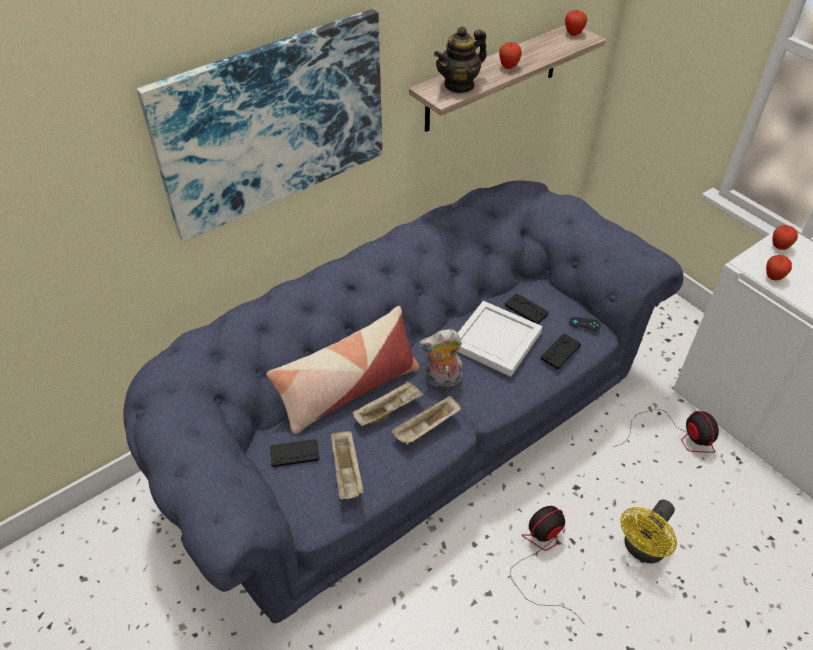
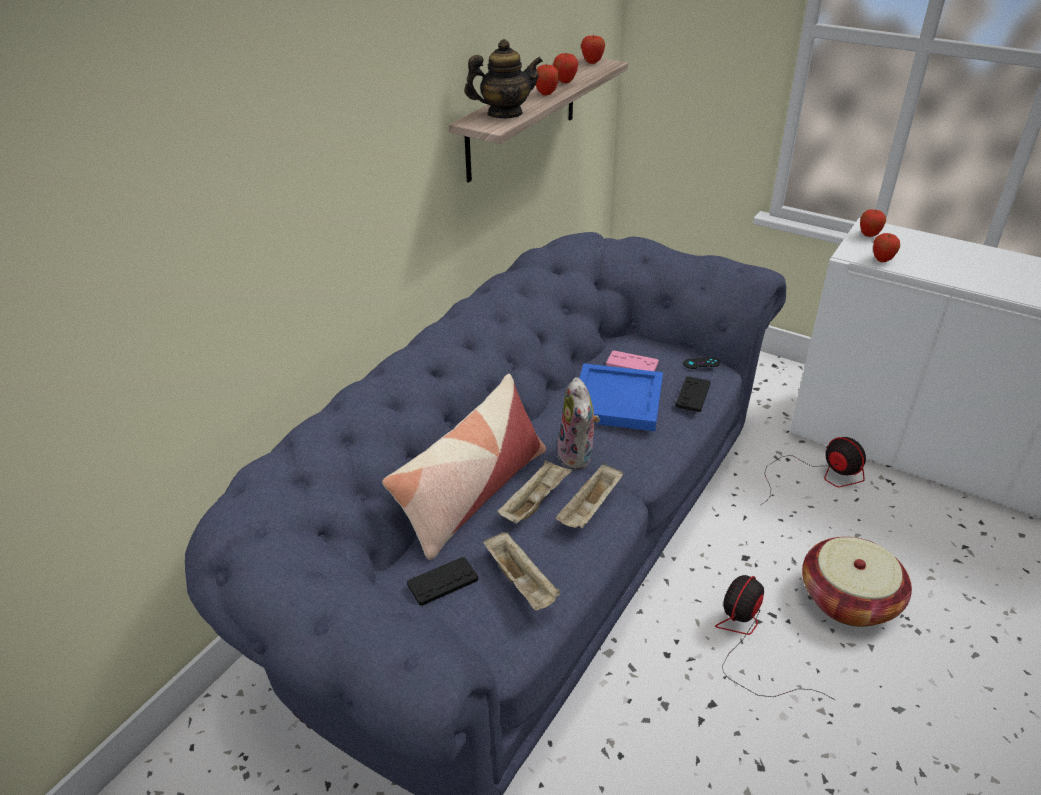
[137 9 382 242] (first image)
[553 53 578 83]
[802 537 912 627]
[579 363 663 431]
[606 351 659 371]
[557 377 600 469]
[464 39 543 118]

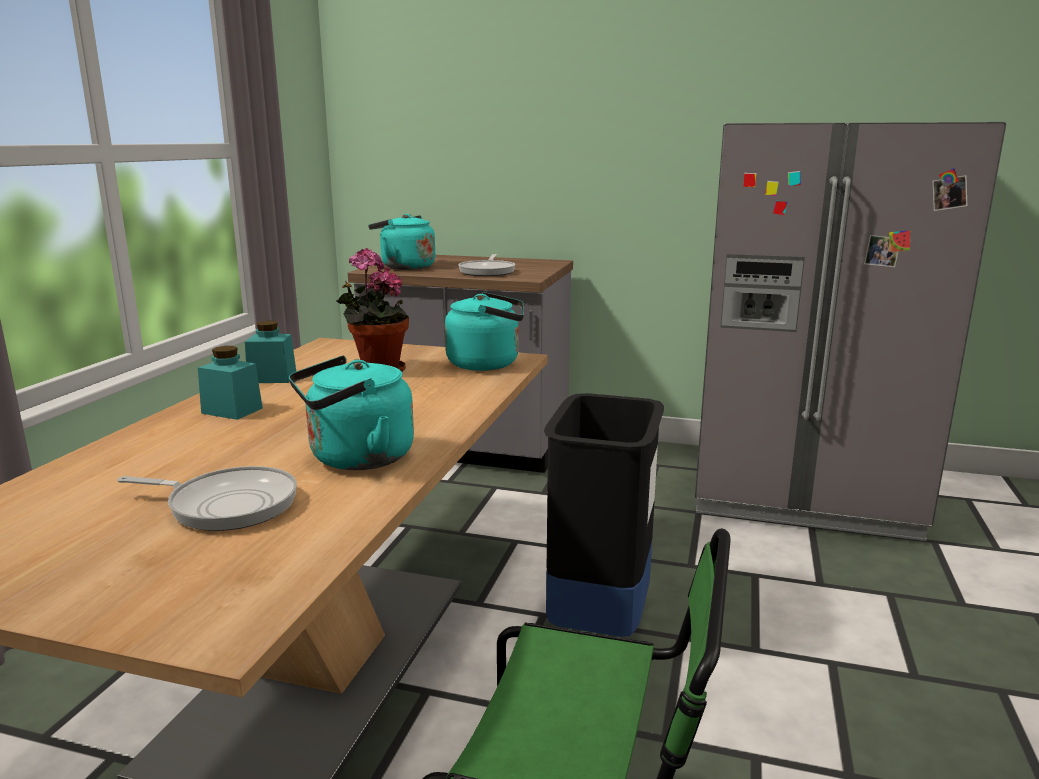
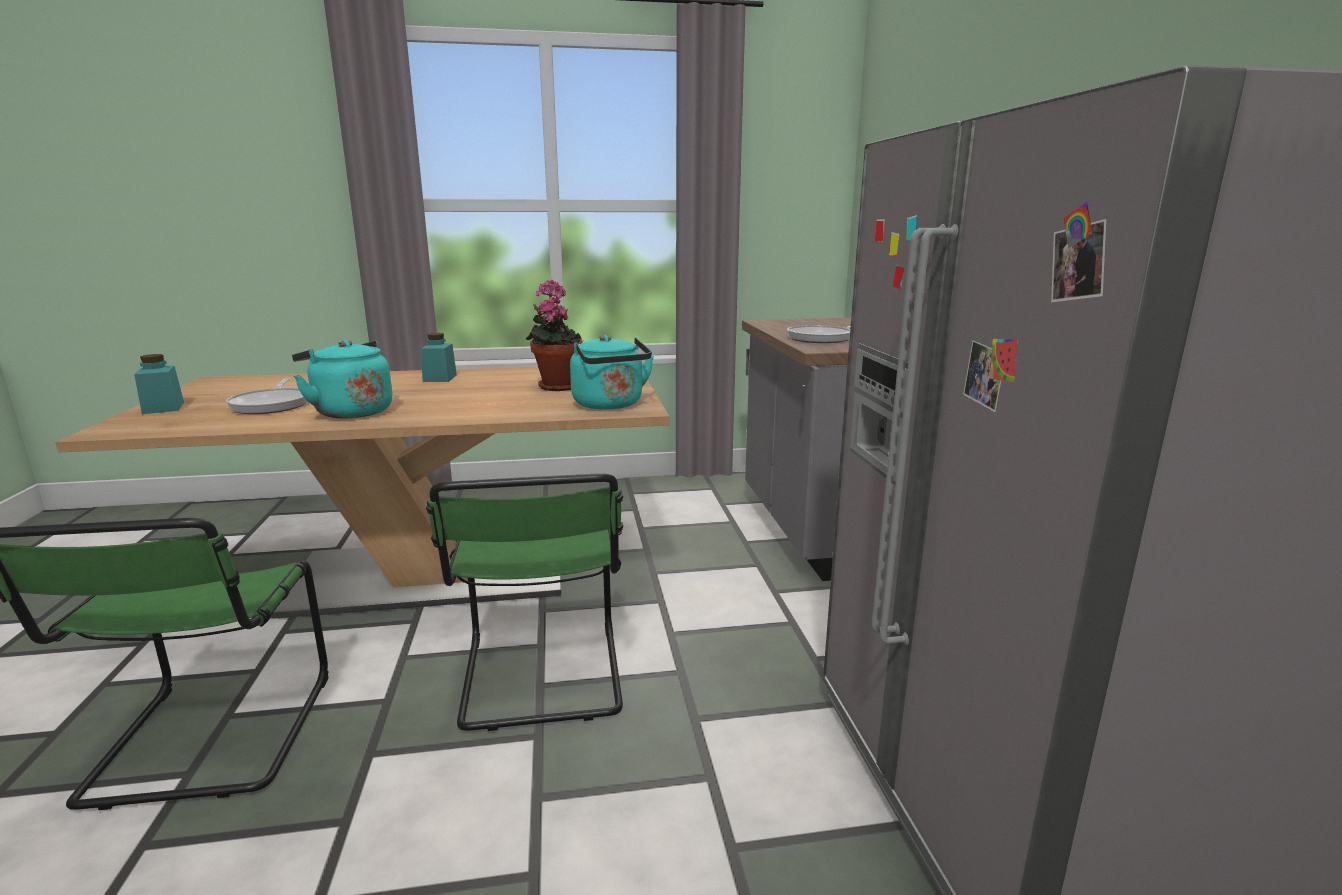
[368 214 435 270] (first image)
[134 354 184 414]
[426 473 623 731]

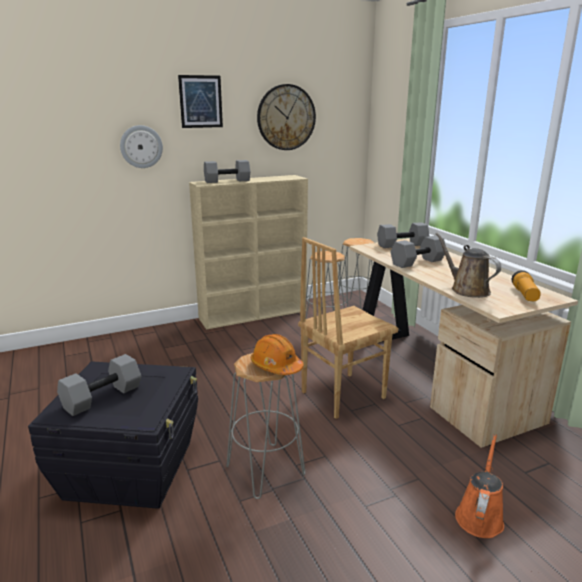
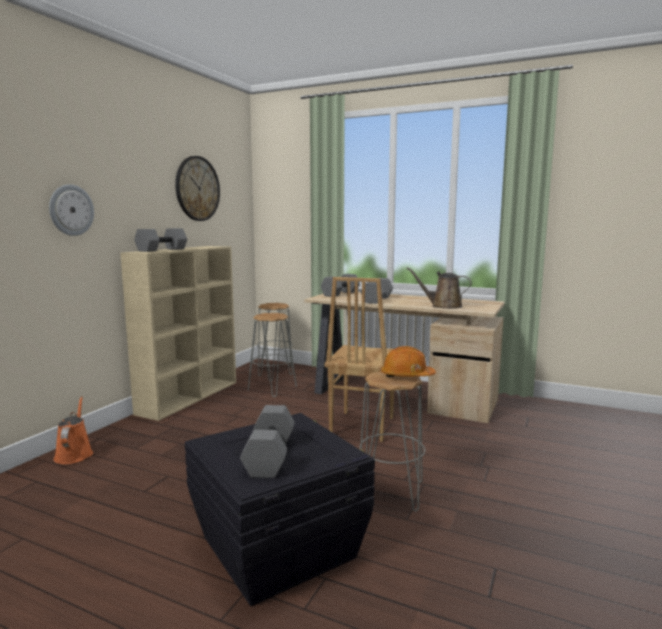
[178 75 223 128] (first image)
[512 270 541 301] (first image)
[54 396 93 464]

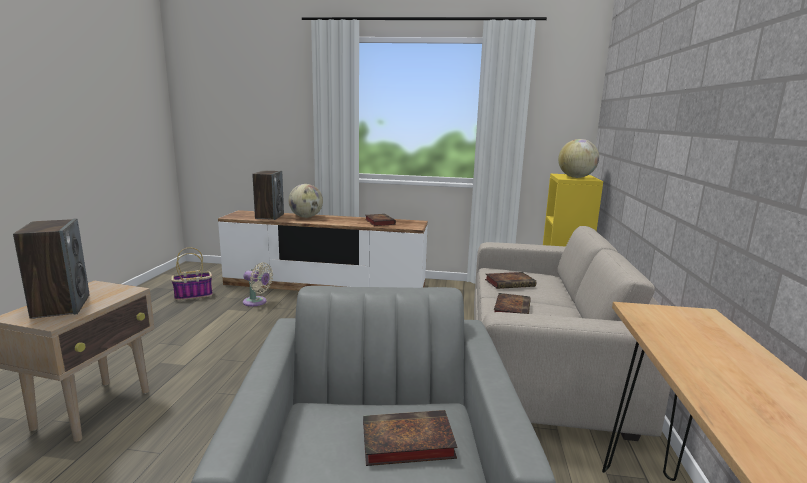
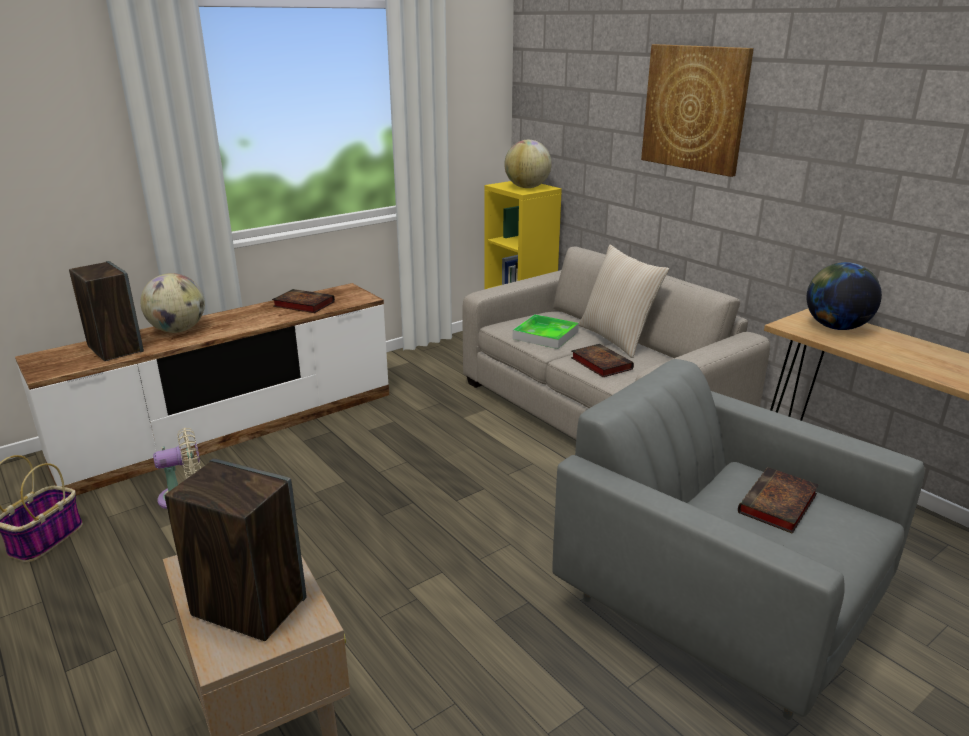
[579 245 669 358]
[641 44 754 177]
[806 262 882 330]
[513 314 579 349]

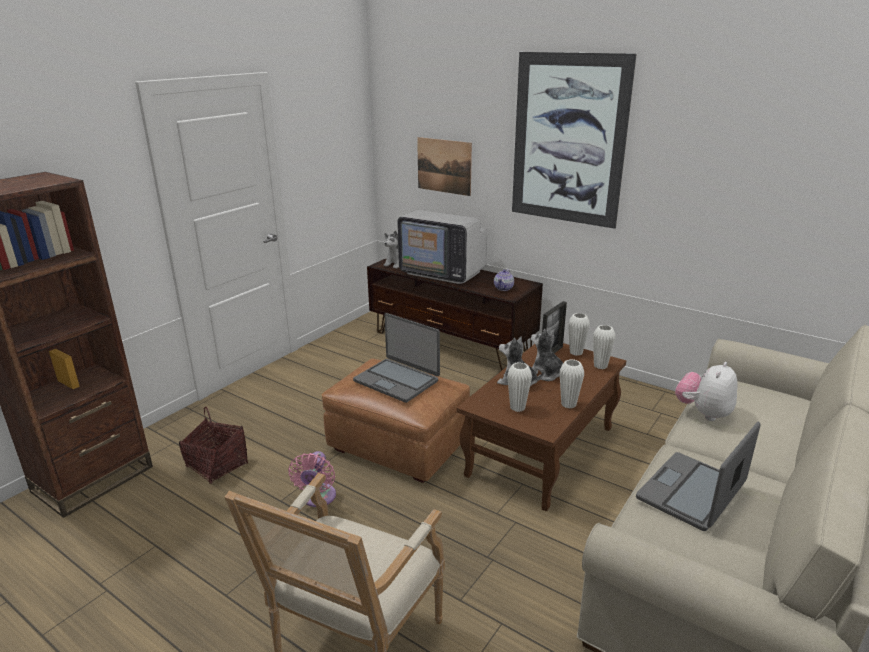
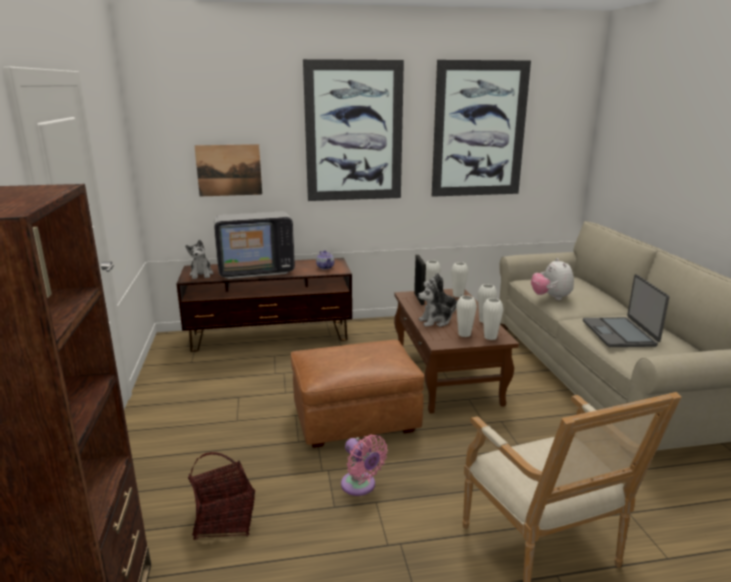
[353 313 440 403] (first image)
[432 60 531 197]
[482 298 504 340]

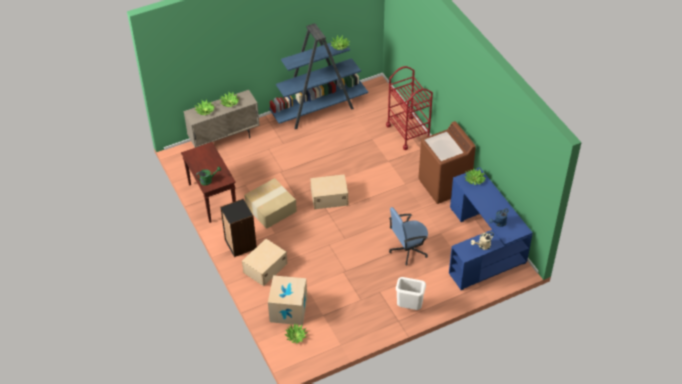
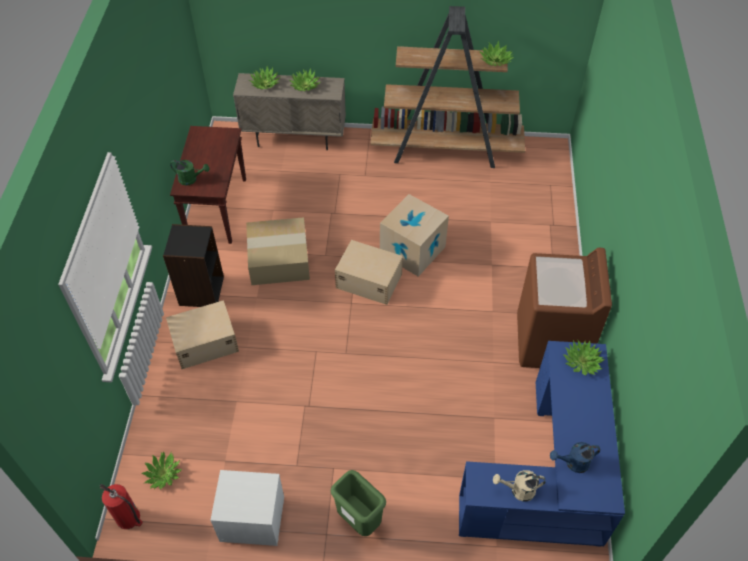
[386 66 433 150] (first image)
[389 207 428 266] (first image)
[99 484 143 529]
[210 470 284 546]
[380 194 449 277]
[370 6 525 168]
[331 470 386 536]

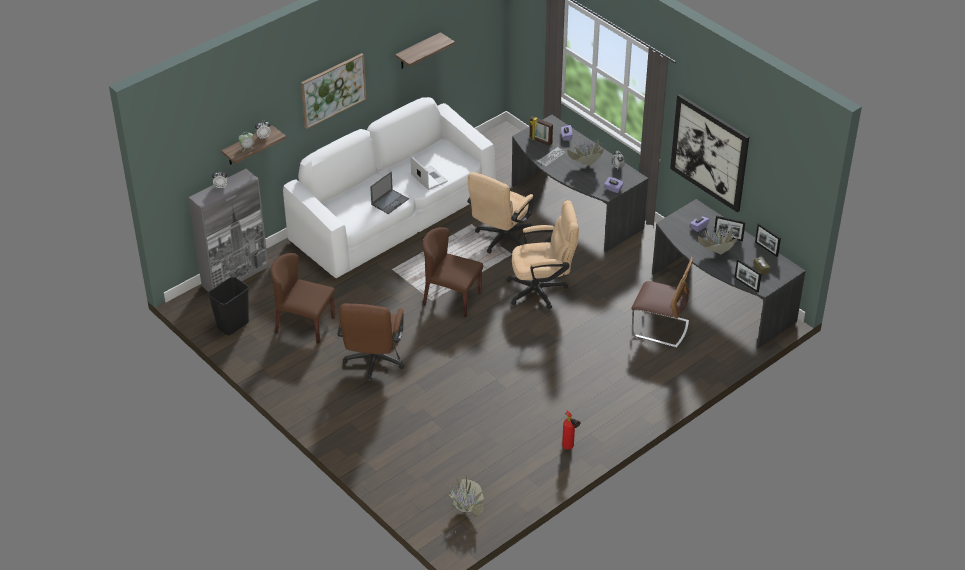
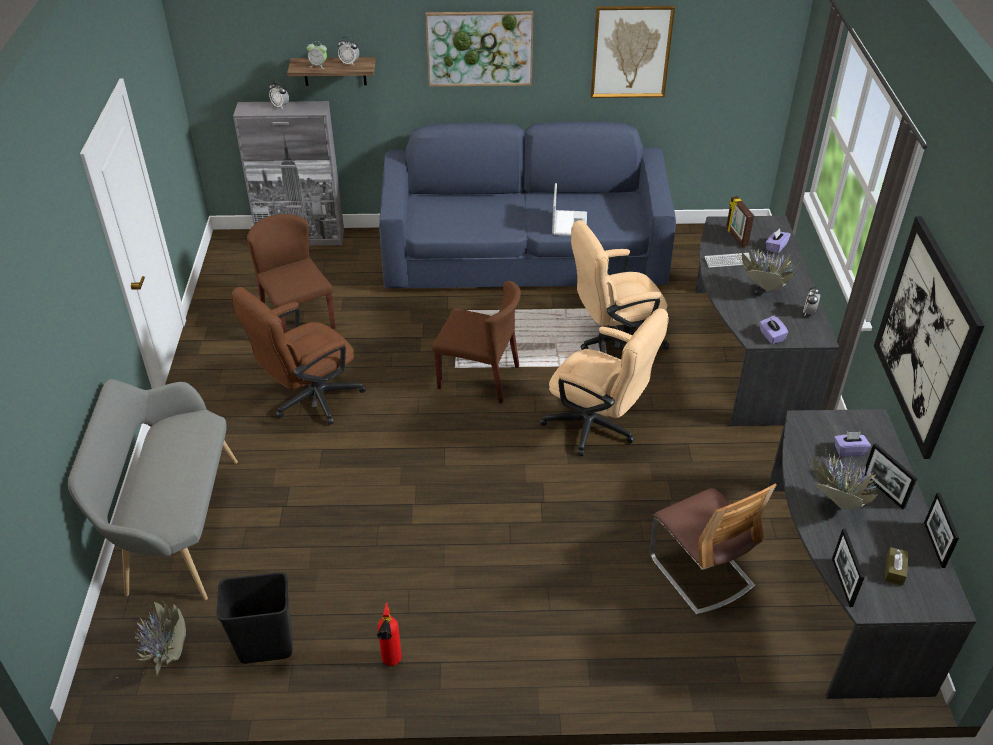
[370 172 409 214] (first image)
[68 379 238 600]
[216 572 292 664]
[591 6 675 98]
[379 122 676 289]
[432 281 521 403]

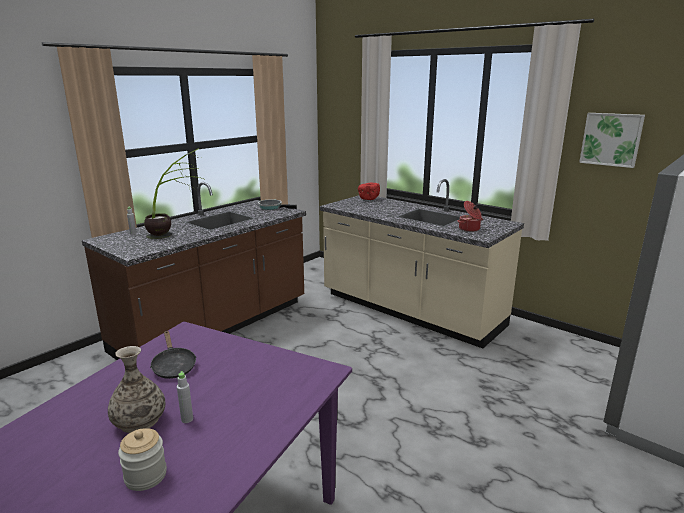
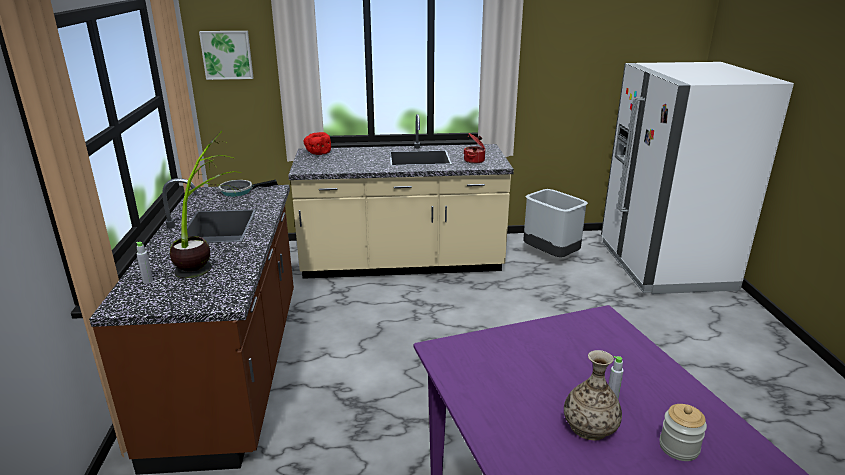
[150 331 197 379] (first image)
[523 189 588 257]
[199 31 253 80]

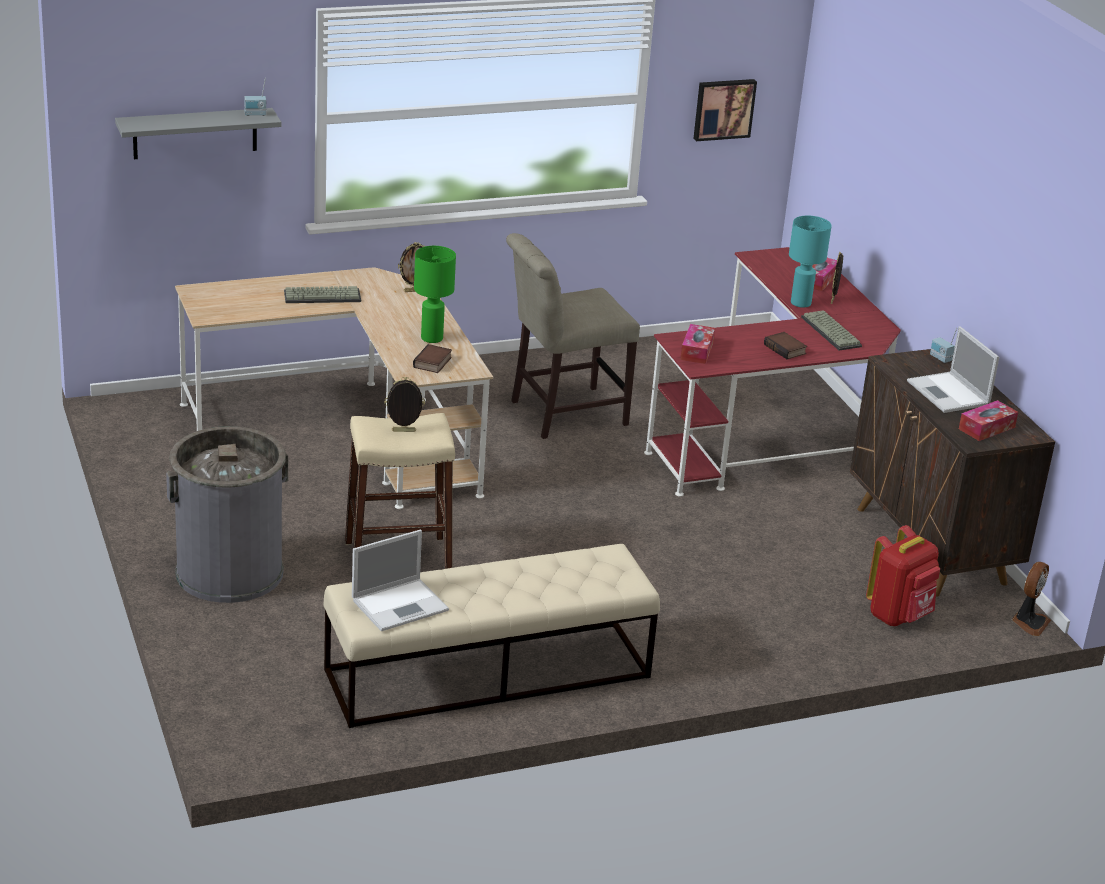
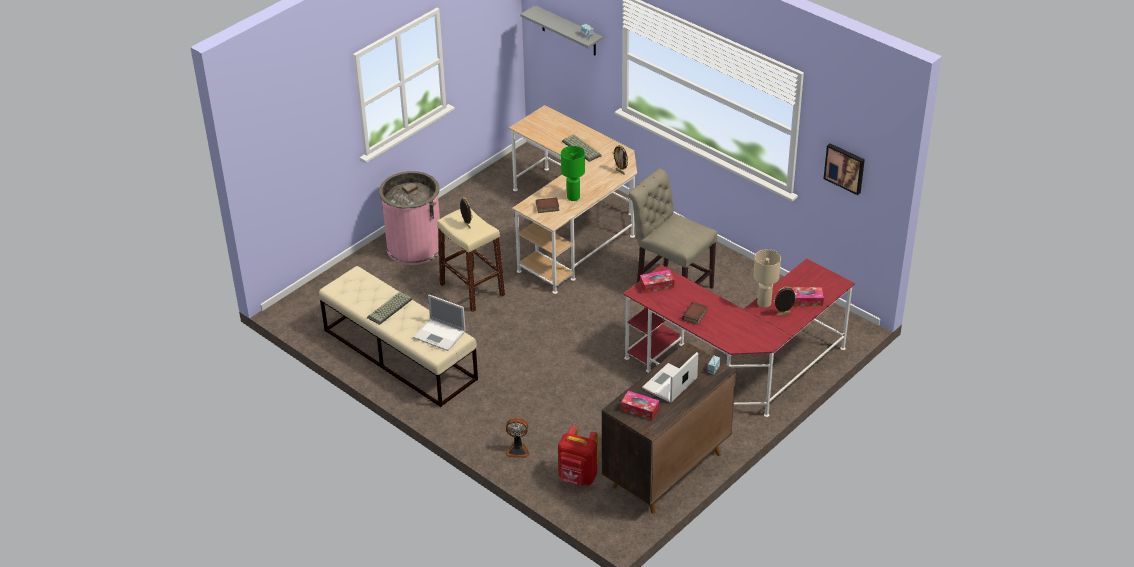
[413 295 465 351]
[367 292 412 325]
[505 418 529 458]
[379 171 440 265]
[753 249 781 308]

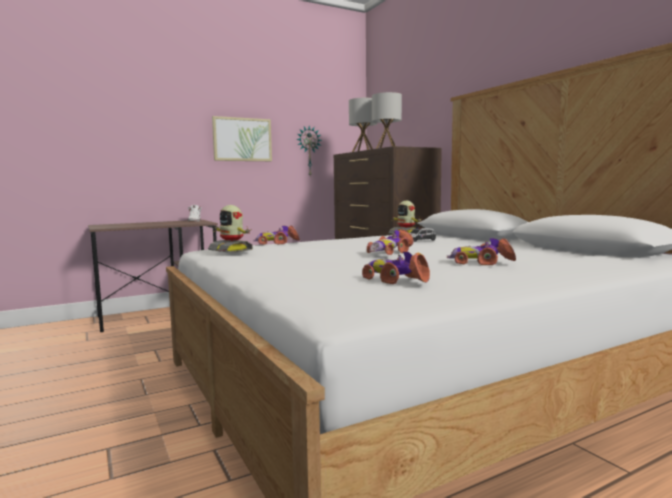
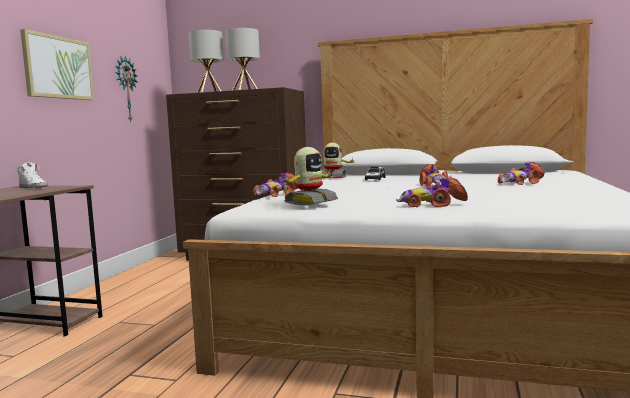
[396 178 468 207]
[282 147 338 205]

